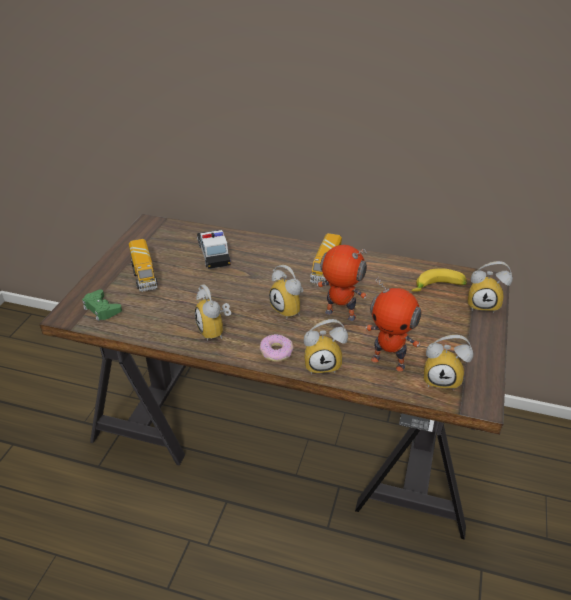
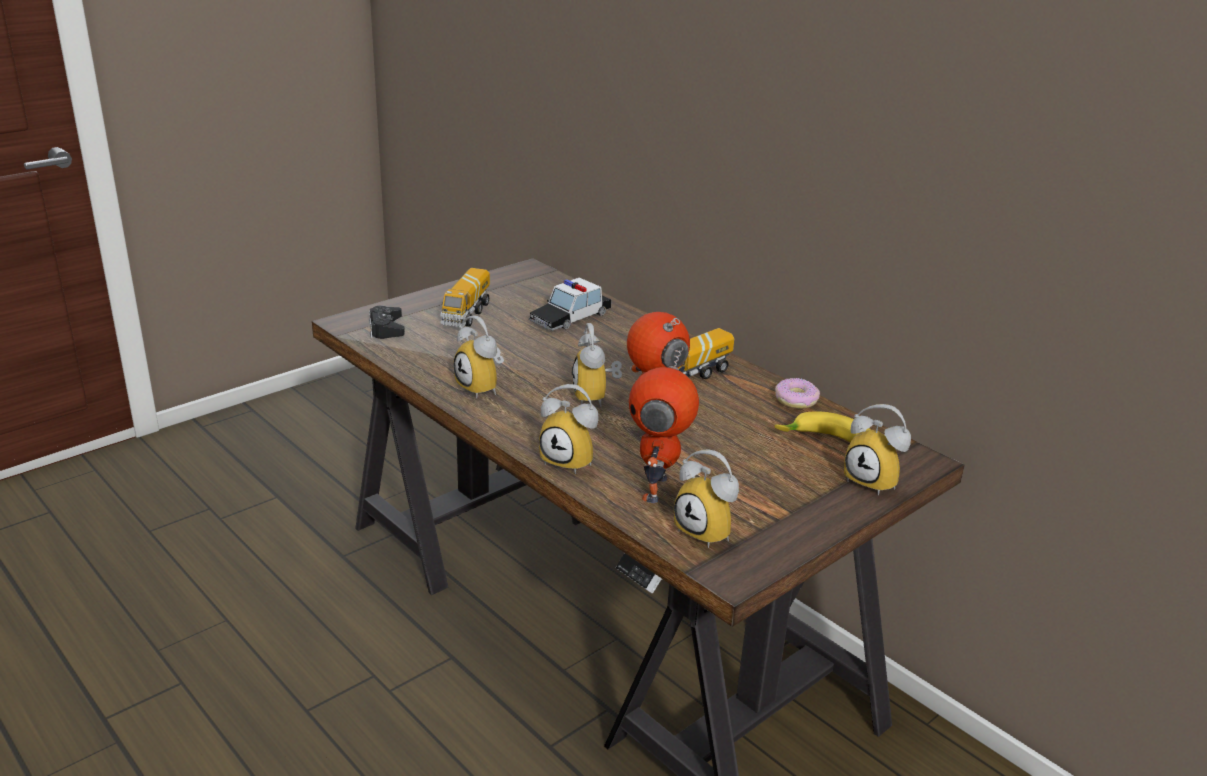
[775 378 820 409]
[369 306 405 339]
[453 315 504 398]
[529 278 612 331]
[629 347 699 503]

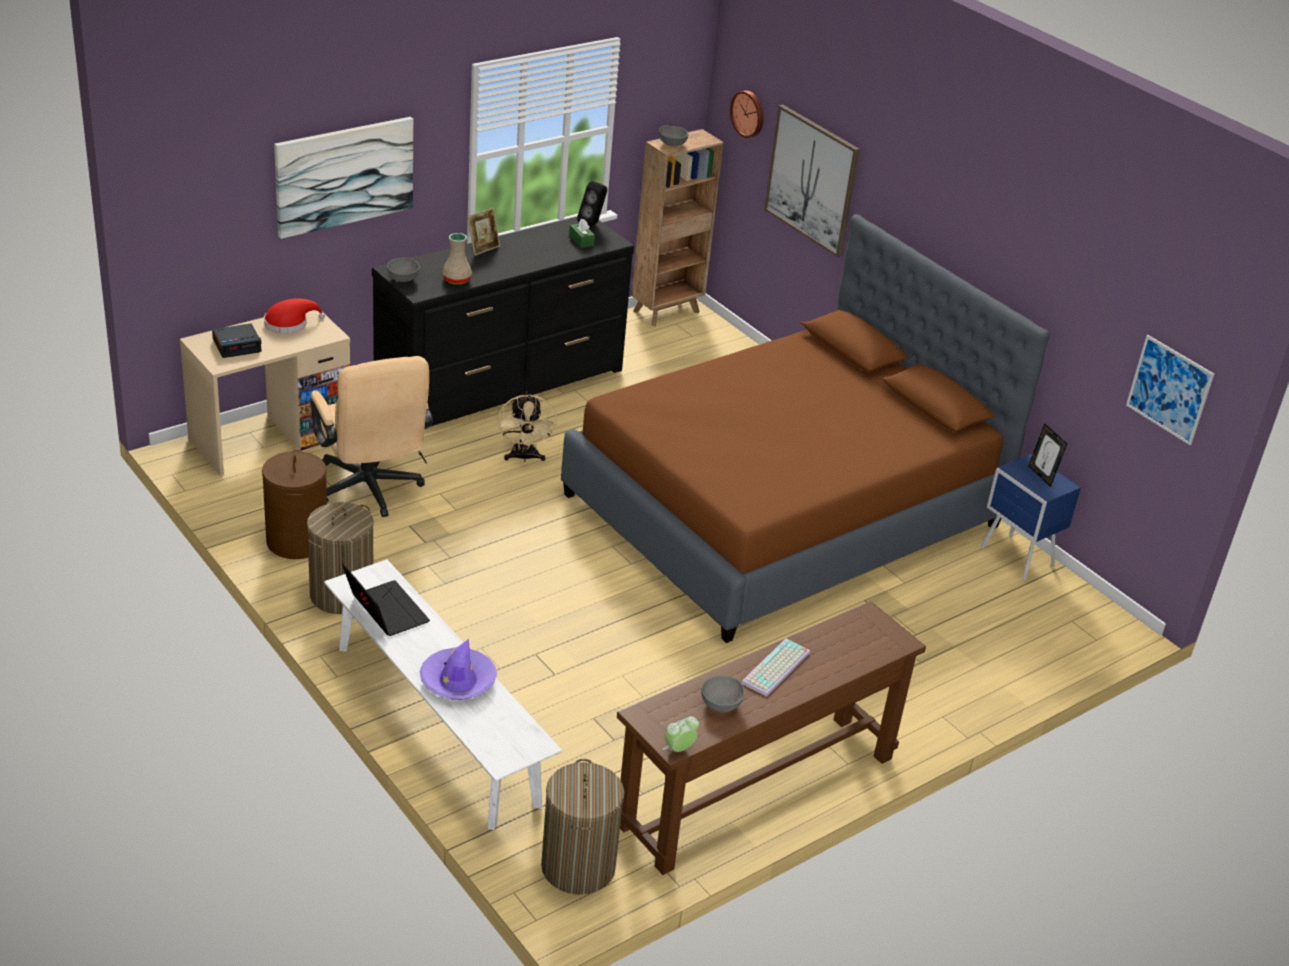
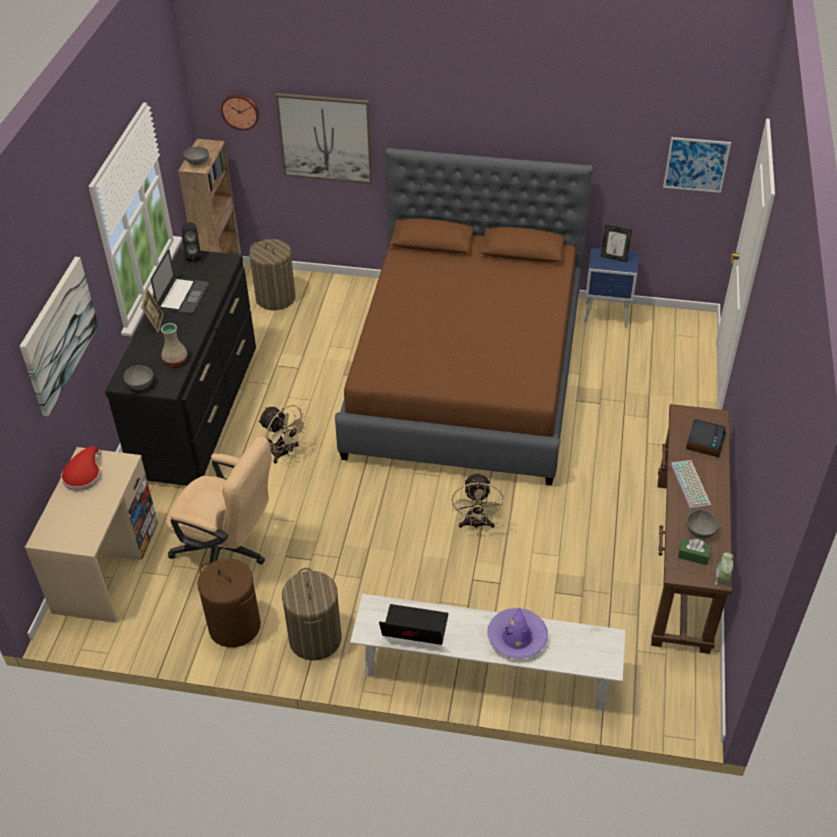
[151 249 209 313]
[452 472 504 530]
[686 419 725 457]
[249 239 296 310]
[678 539 711 565]

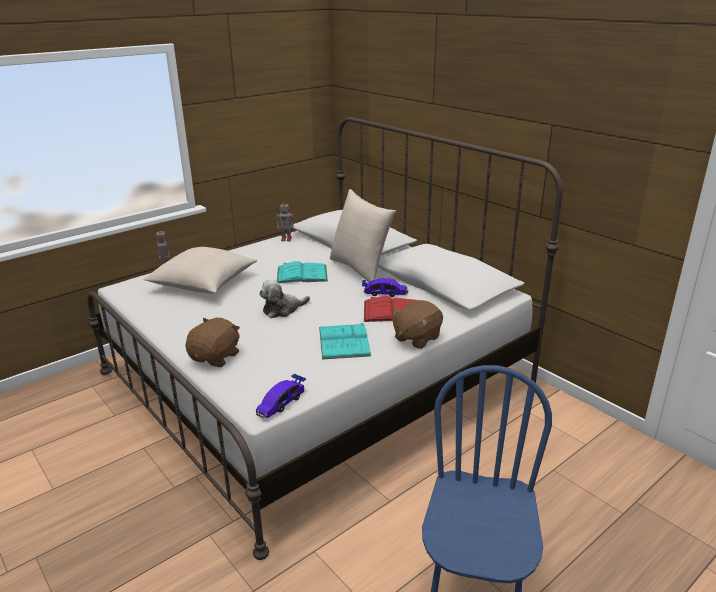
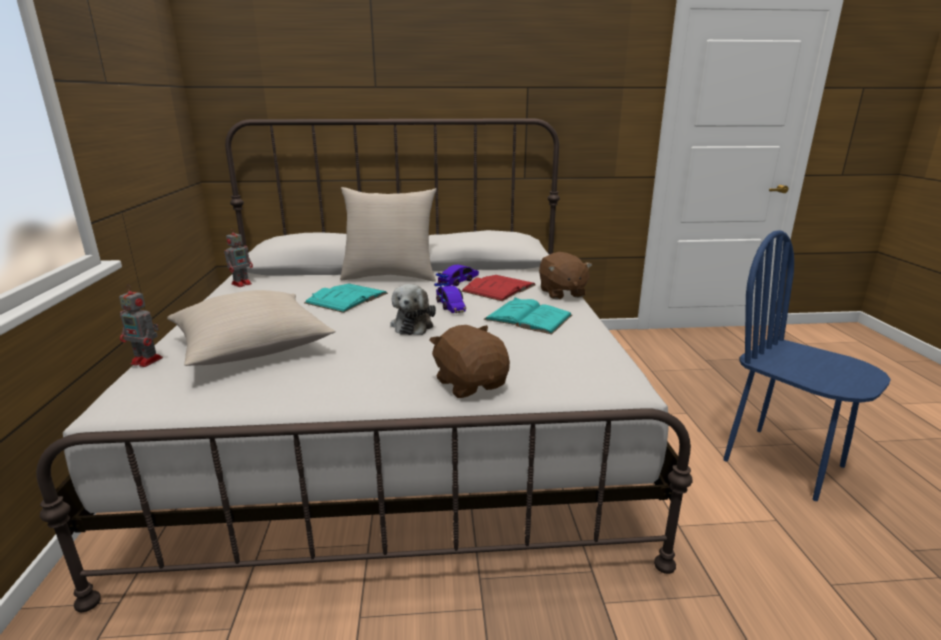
[434 282 466 313]

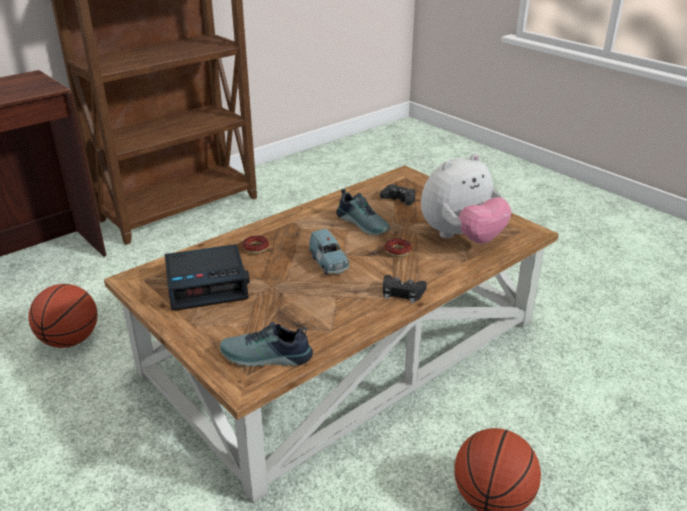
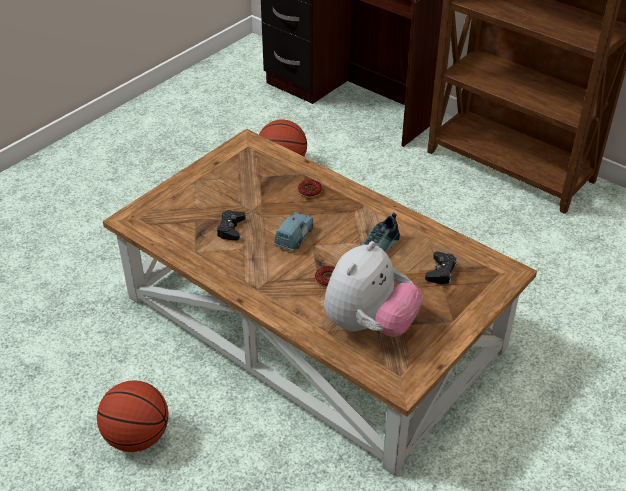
[165 244 250 311] (first image)
[220 322 313 367] (first image)
[217 210 246 240]
[274 212 314 251]
[324 241 422 337]

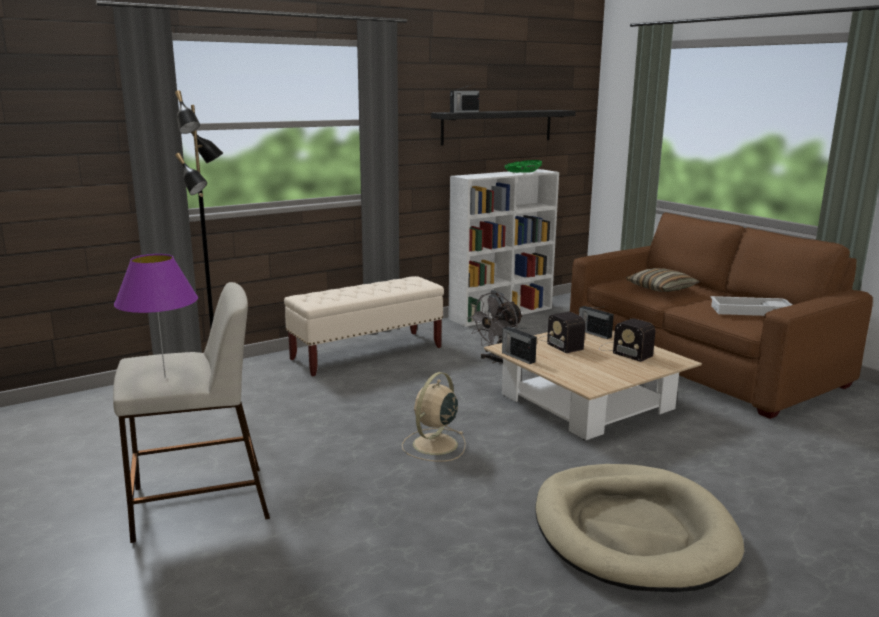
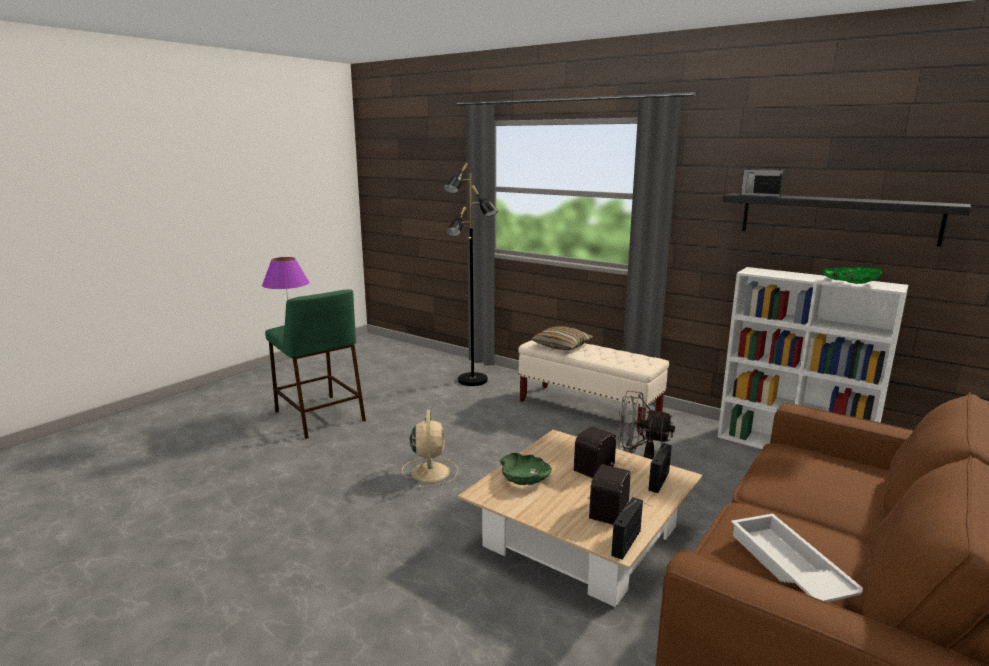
[535 464 744 592] (first image)
[499 453 552 485]
[611 497 643 560]
[532 326 594 350]
[265 290 366 439]
[402 410 458 488]

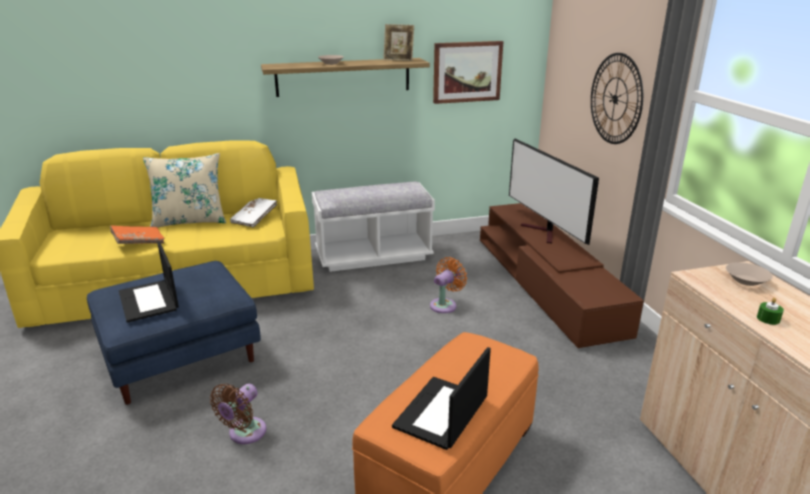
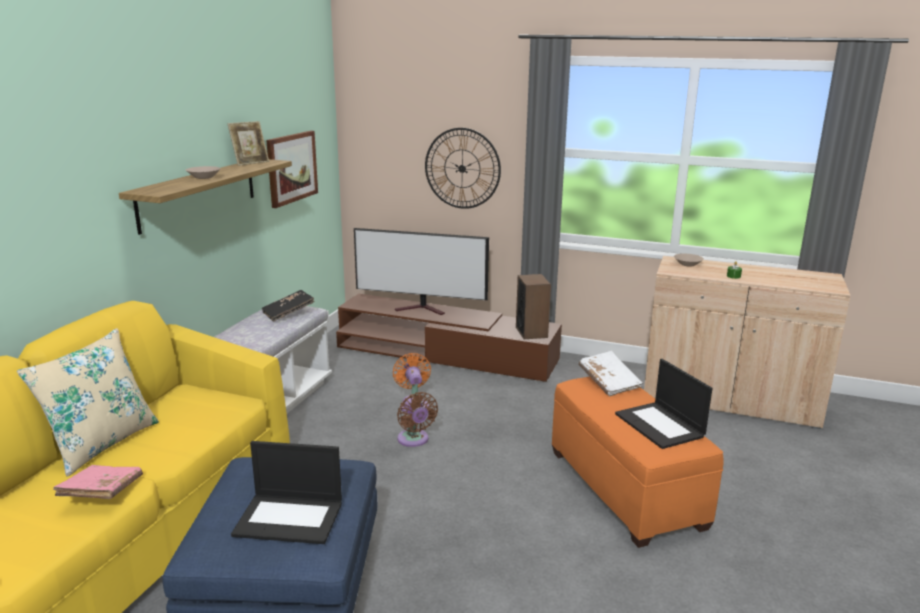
[262 290 314 322]
[516 274 551 339]
[397 392 438 447]
[579 351 643 397]
[53 465 143 499]

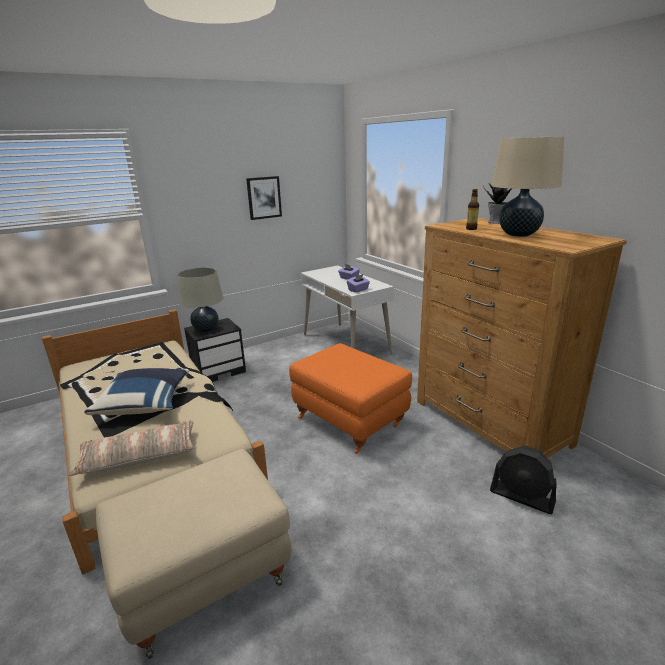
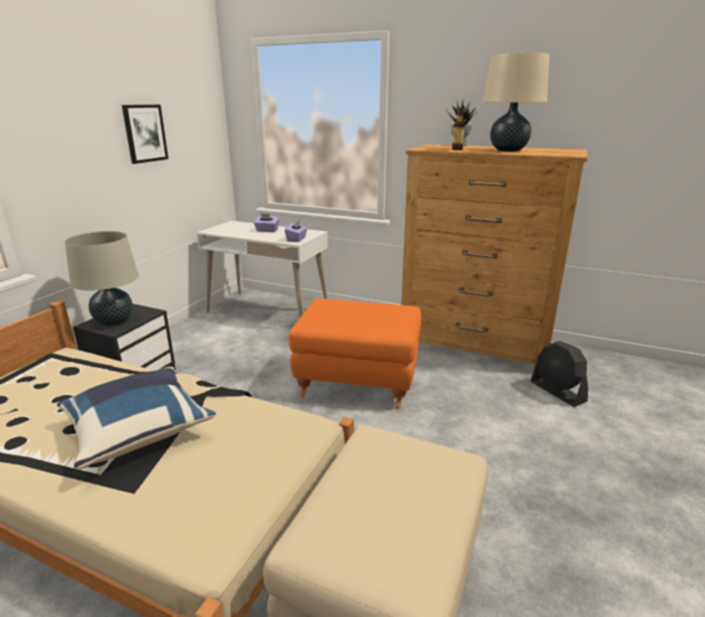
[68 420 197 476] (first image)
[531 341 588 407]

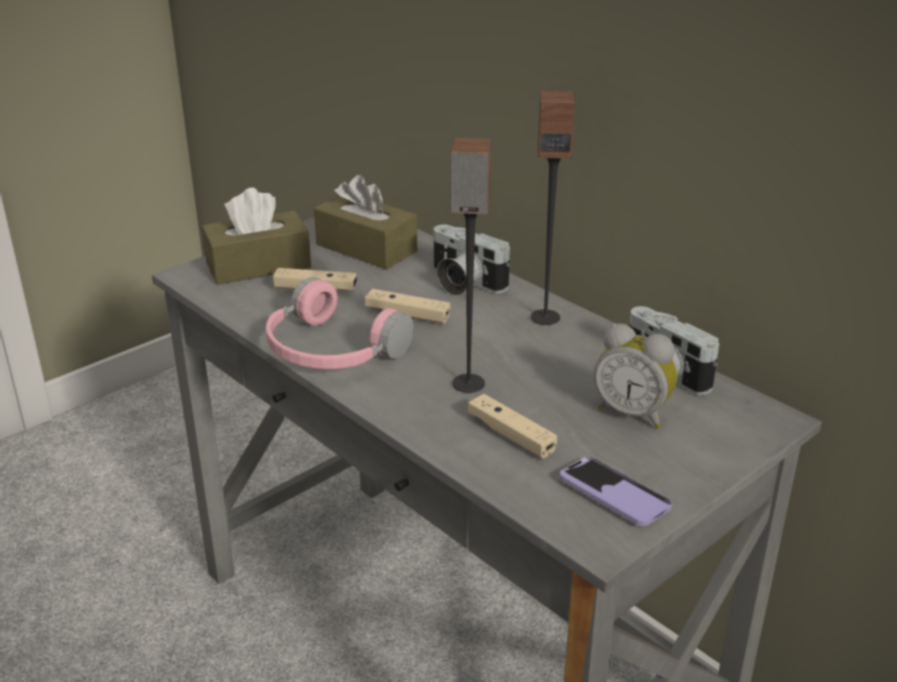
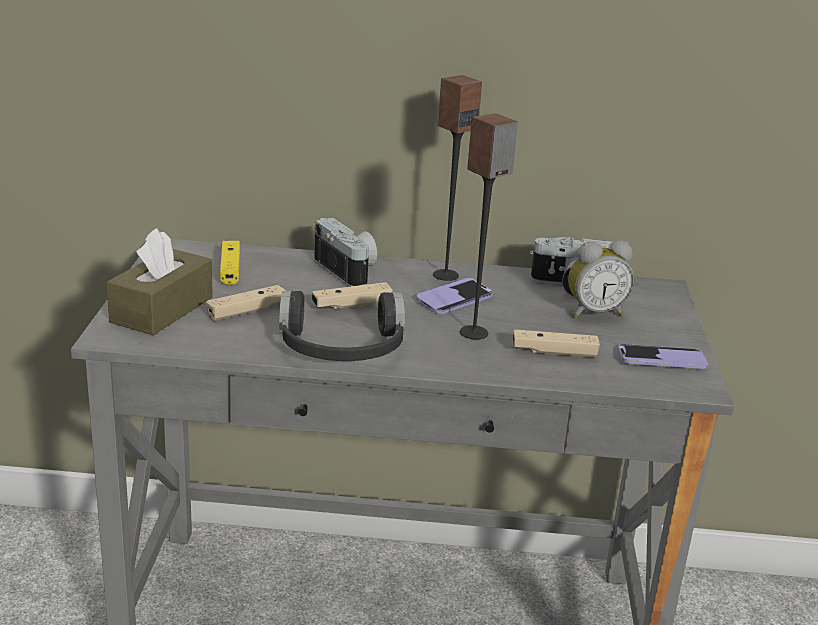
[416 278 493 314]
[220 241 240 285]
[279 291 405 361]
[314 218 377 287]

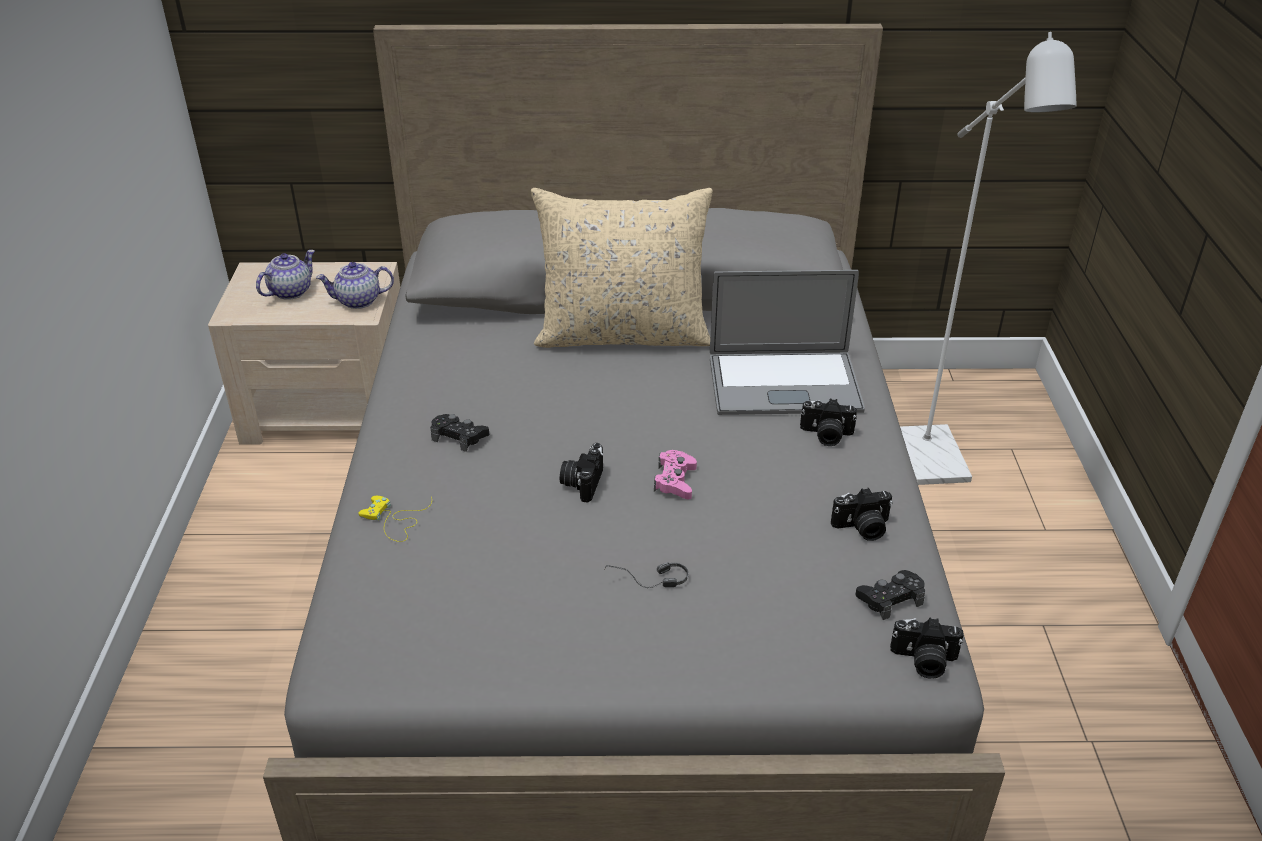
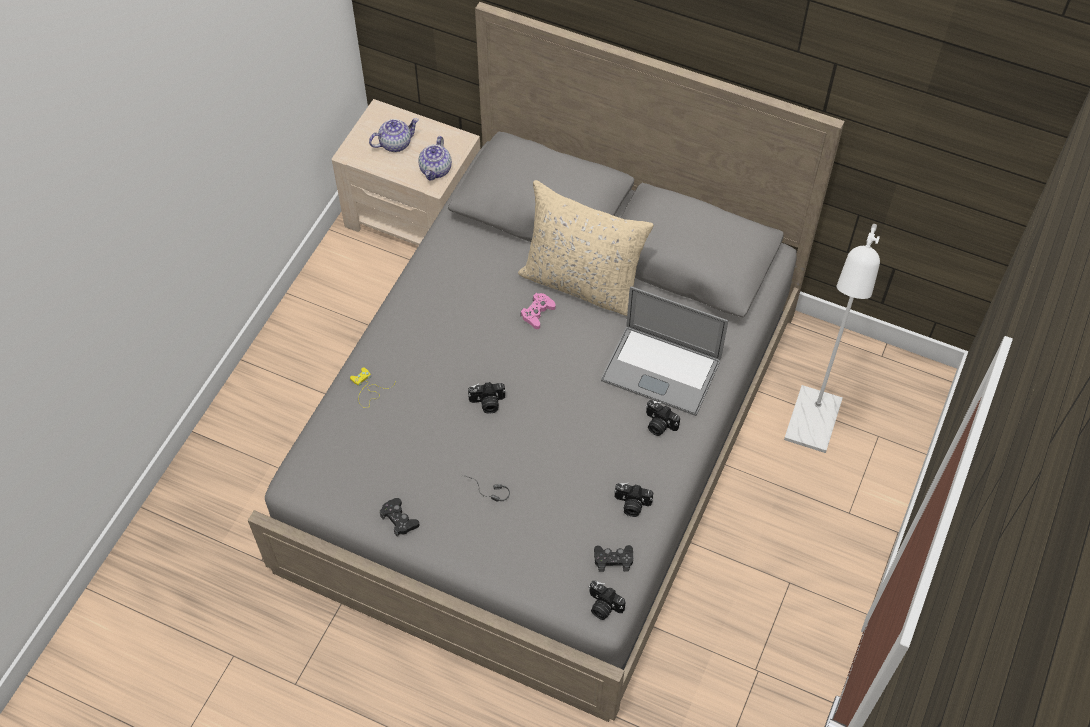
[380 498 419 537]
[520 293 556 329]
[418 136 452 181]
[468 382 506 414]

